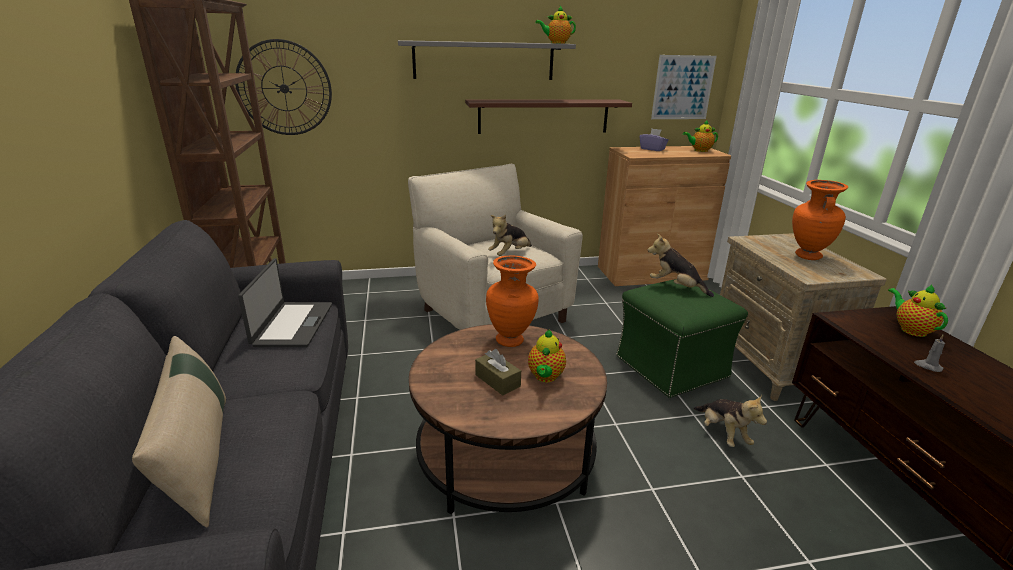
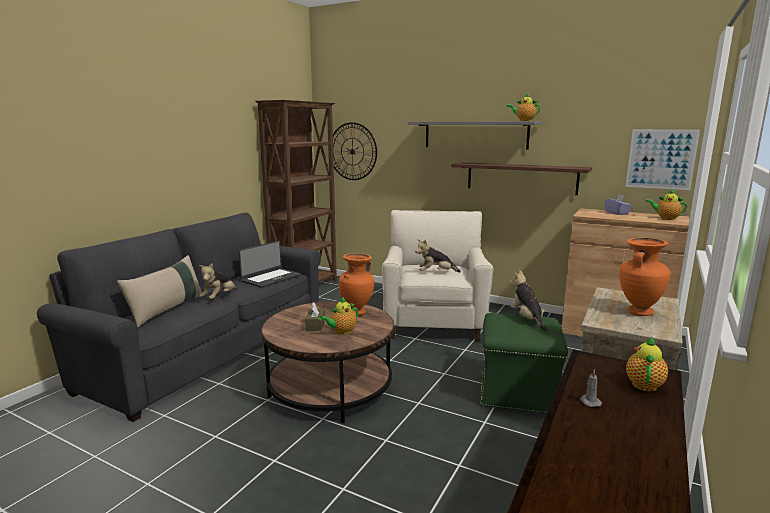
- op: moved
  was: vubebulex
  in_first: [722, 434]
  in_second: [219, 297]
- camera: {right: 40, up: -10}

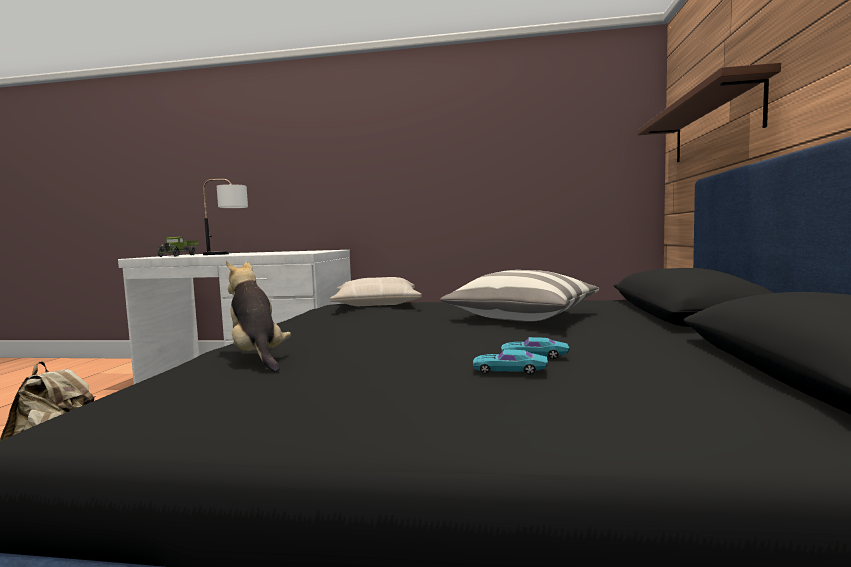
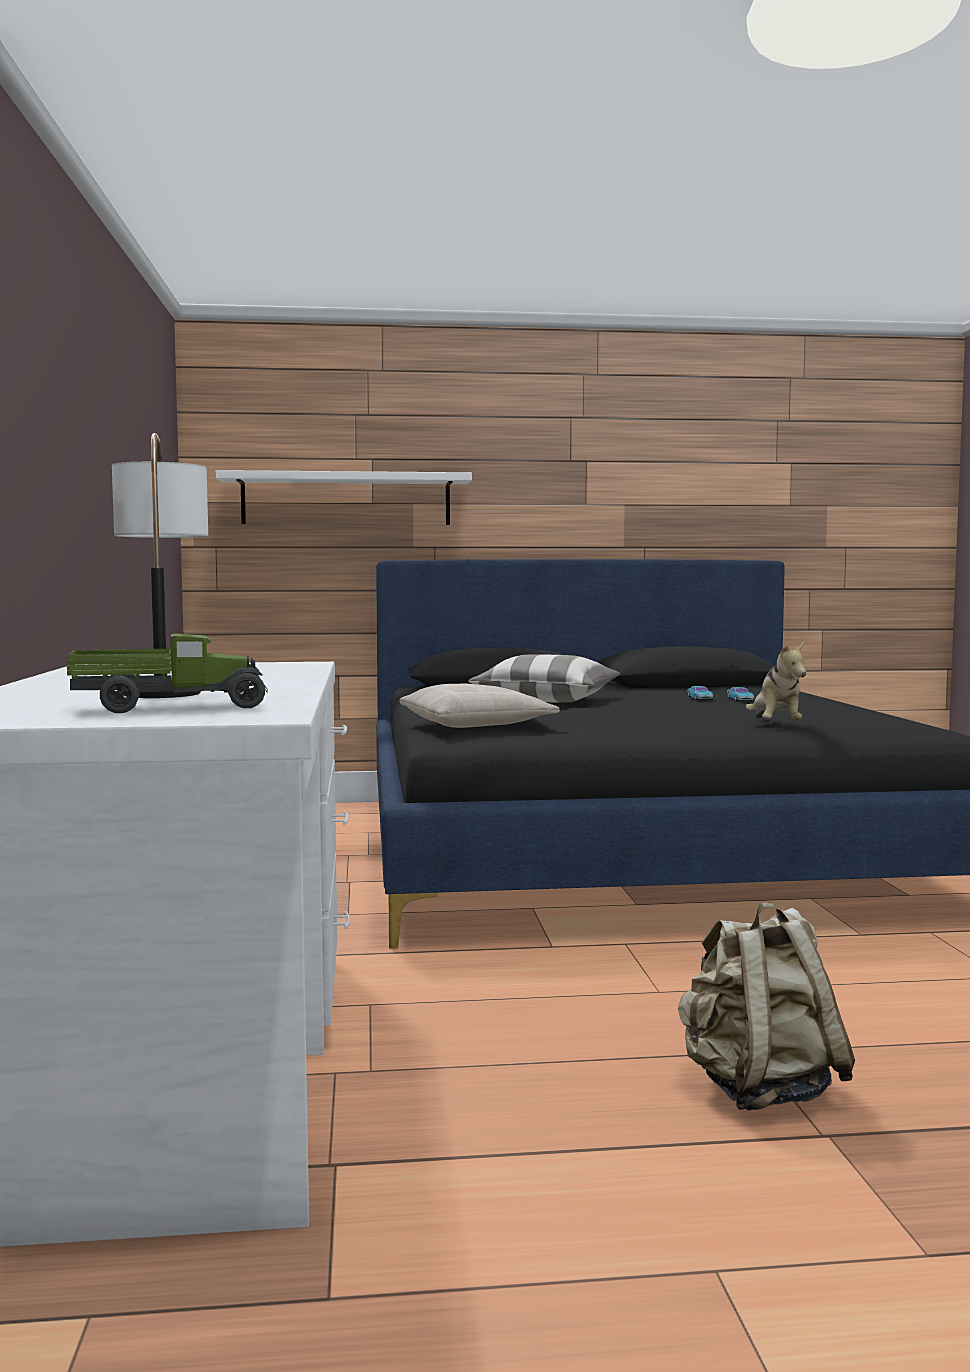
- op: recoloured
  was: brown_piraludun
  now: white_piraludun
  in_first: [714, 125]
  in_second: [346, 500]
- op: turned
  was: vubebulex
  in_first: [257, 357]
  in_second: [775, 726]
  clockwise: -45
- camera: {right: -105, up: 0}

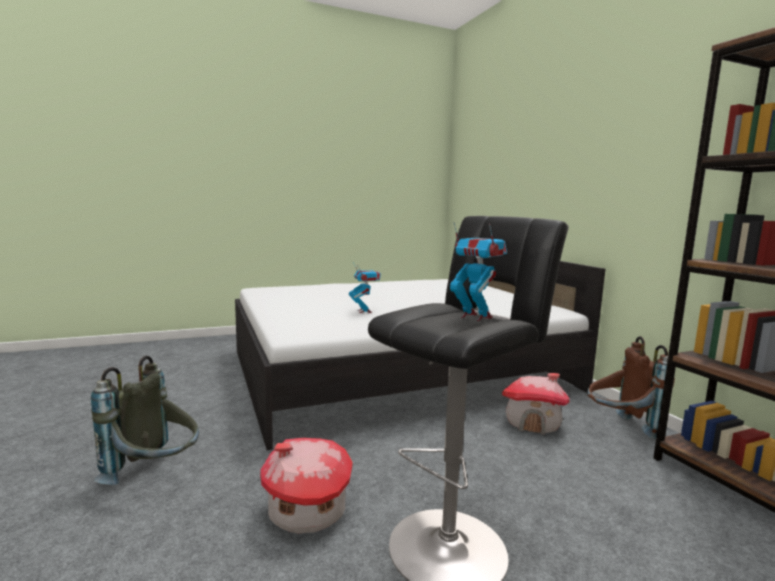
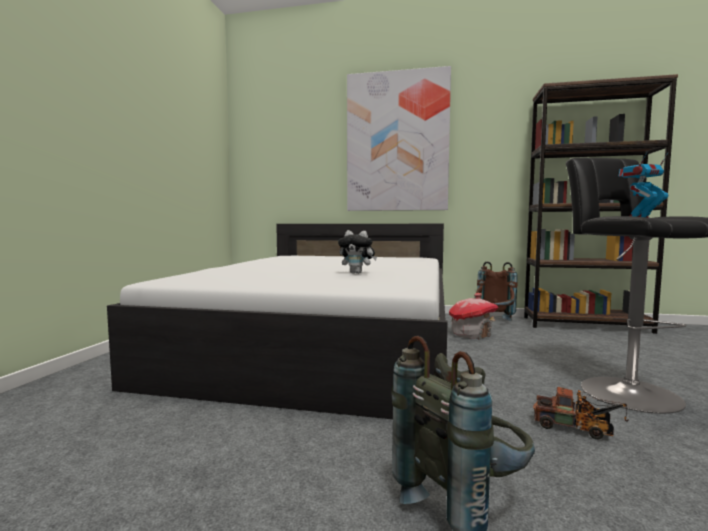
- op: replaced
  was: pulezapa
  now: vubebulex
  in_first: [364, 311]
  in_second: [357, 273]
- op: replaced
  was: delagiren
  now: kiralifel
  in_first: [306, 513]
  in_second: [577, 428]
- op: added
  now: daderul
  in_second: [397, 142]
- camera: {right: -55, up: -5}

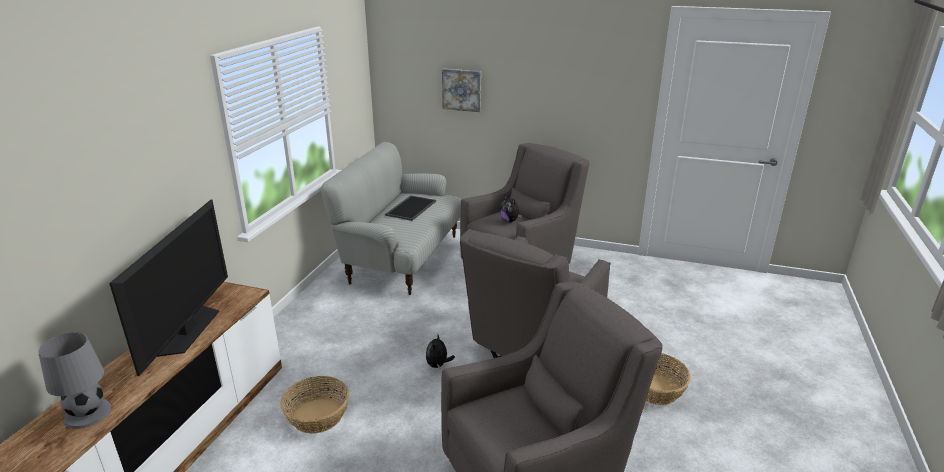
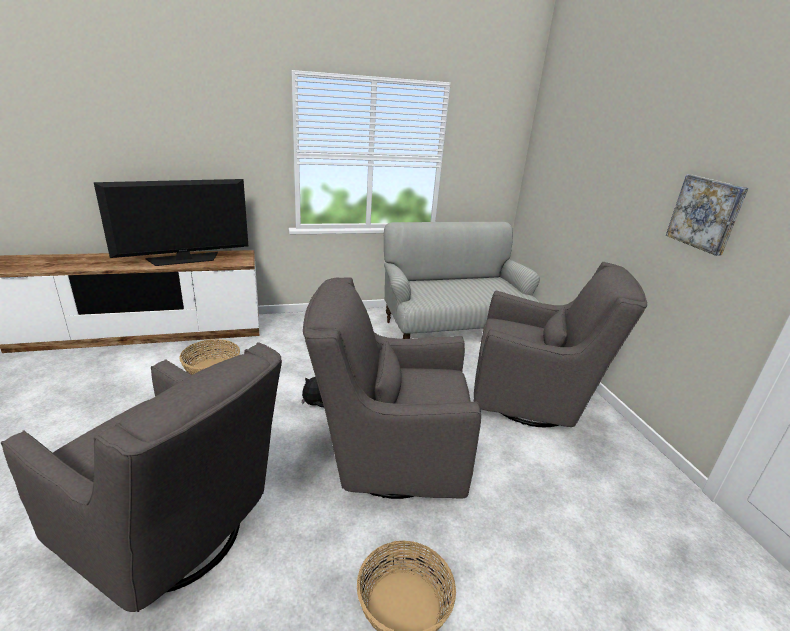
- op: moved
  was: daderul
  in_first: [462, 89]
  in_second: [706, 213]
- op: removed
  was: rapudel
  in_first: [410, 208]
- op: removed
  was: vubebulex
  in_first: [510, 221]
- op: removed
  was: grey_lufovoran
  in_first: [88, 413]
- camera: {right: 55, up: 0}

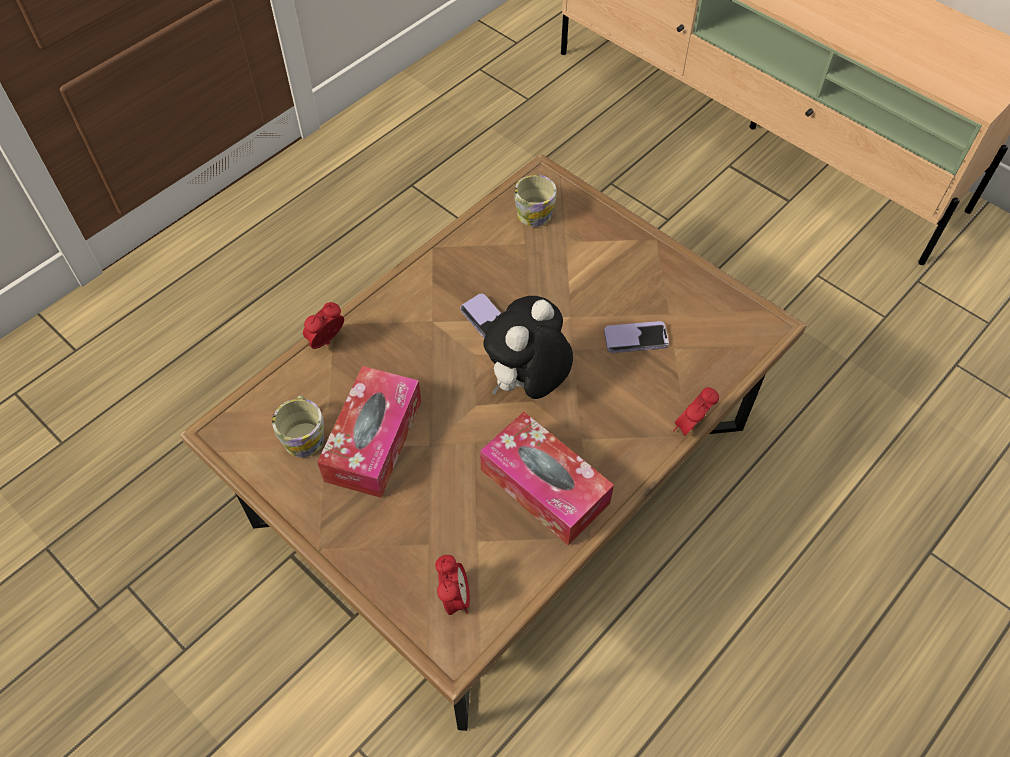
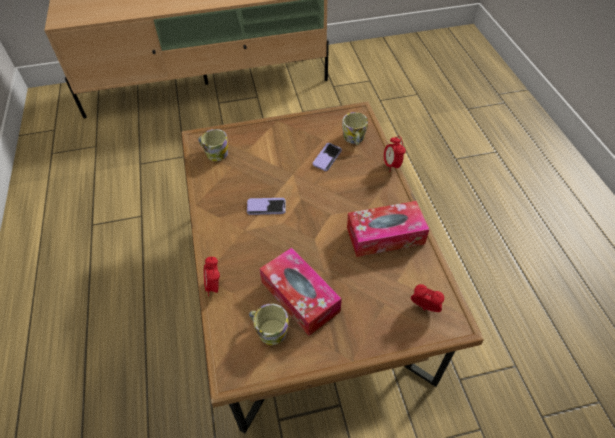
- op: removed
  was: vubebulex
  in_first: [527, 383]
- op: added
  now: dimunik
  in_second: [354, 139]
- camera: {right: -55, up: -5}

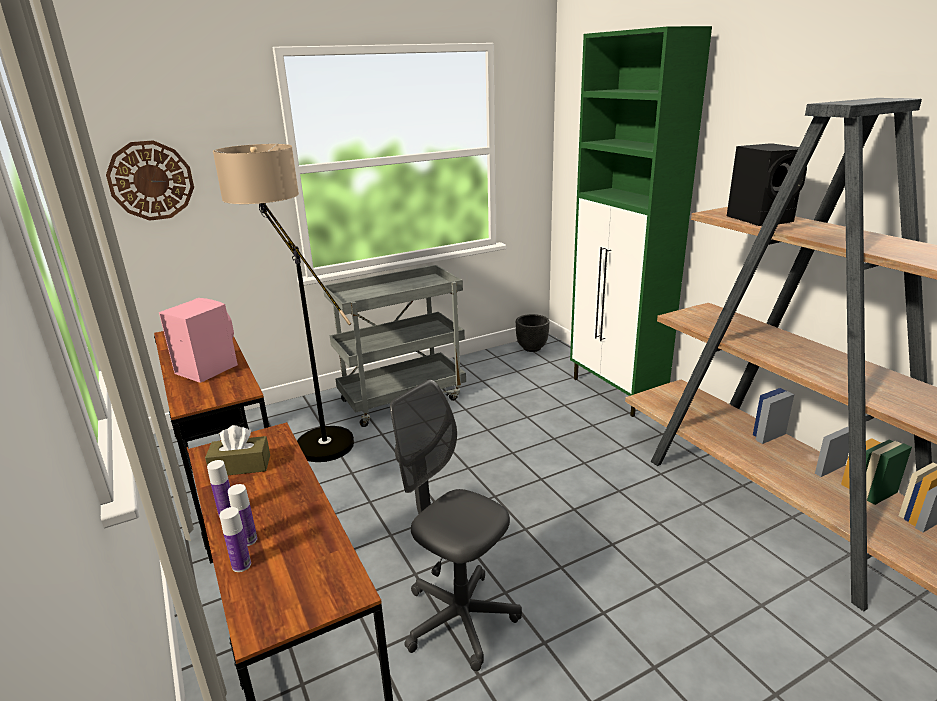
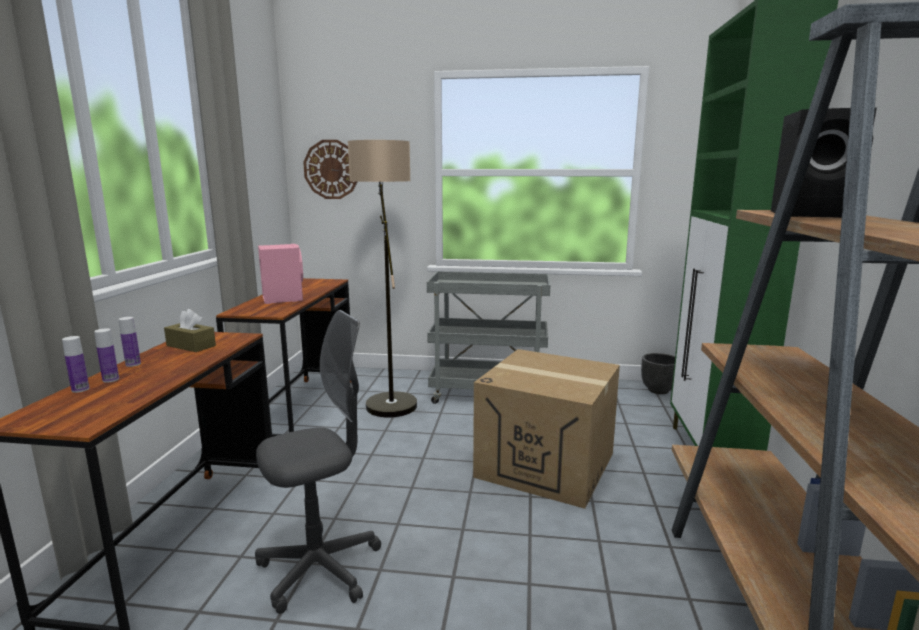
- op: turned
  was: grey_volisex
  in_first: [459, 619]
  in_second: [320, 569]
  clockwise: 75
- op: added
  now: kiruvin
  in_second: [546, 464]
- camera: {right: 35, up: -10}

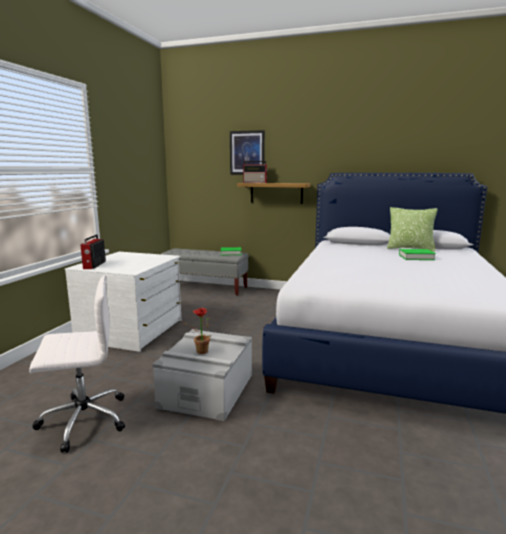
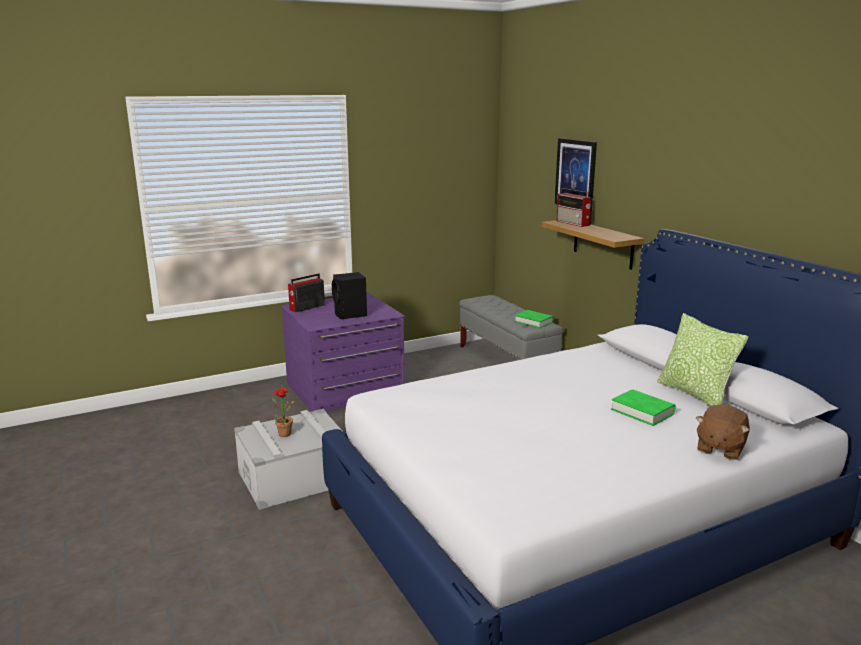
- op: recoloured
  was: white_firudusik
  now: purple_firudusik
  in_first: [132, 330]
  in_second: [345, 390]
- op: removed
  was: white_volisex
  in_first: [82, 420]
- op: added
  now: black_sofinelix
  in_second: [350, 315]
- op: added
  now: brown_vubebulex
  in_second: [719, 448]
- camera: {right: 45, up: 5}

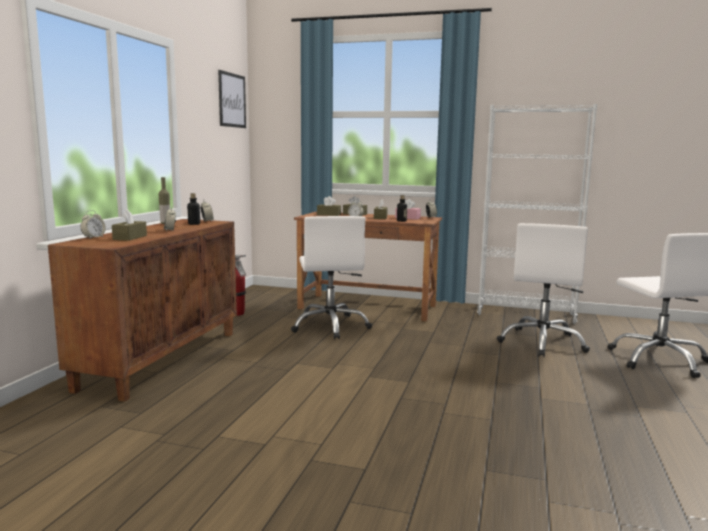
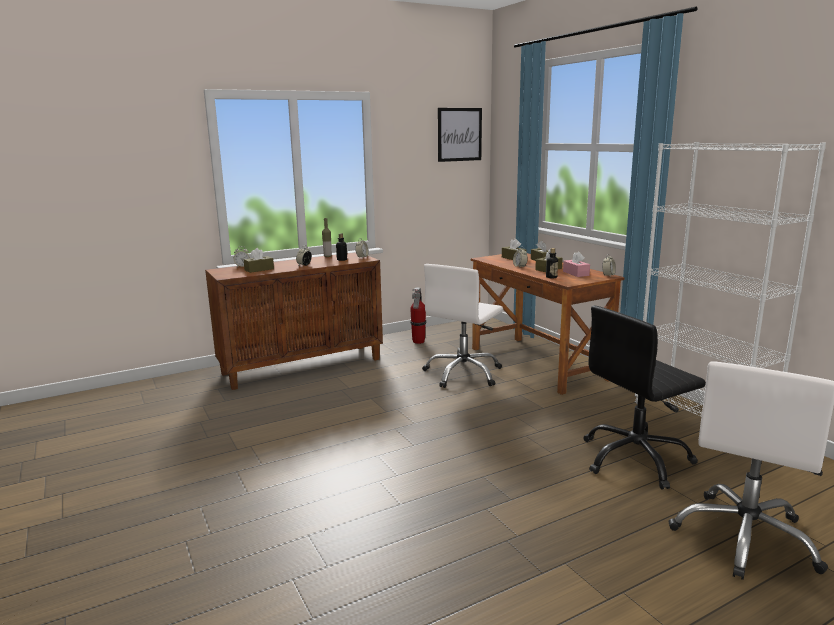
- op: recoloured
  was: white_volisex
  now: black_volisex
  in_first: [542, 342]
  in_second: [635, 459]
- camera: {right: 45, up: 5}

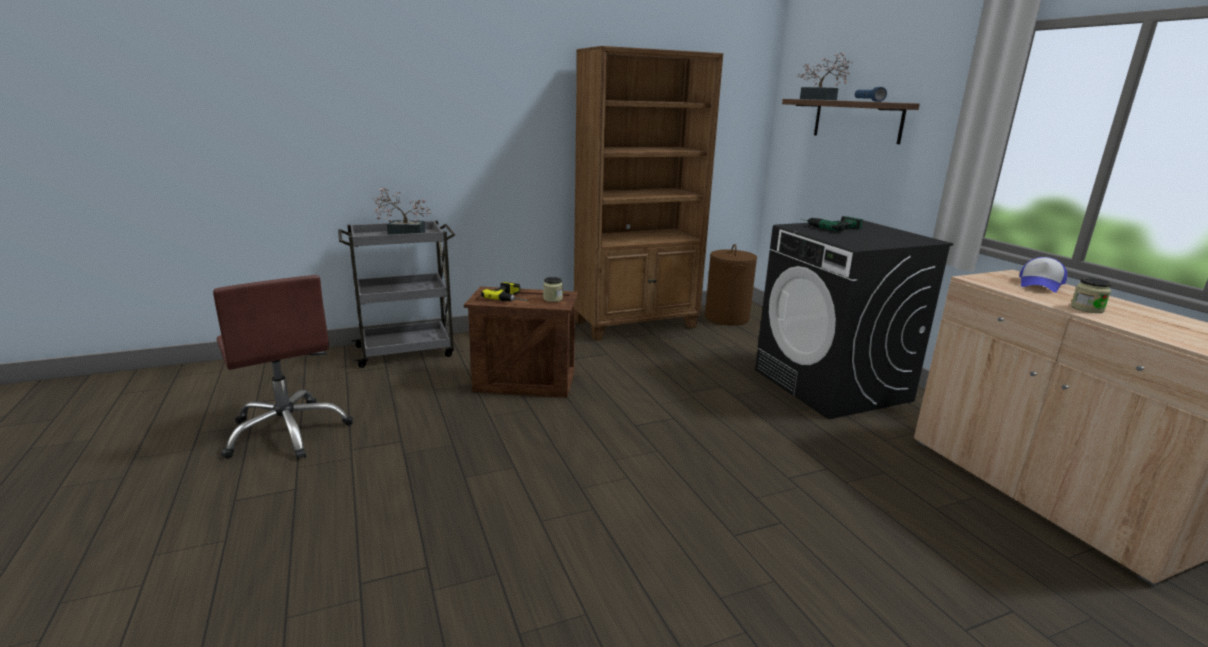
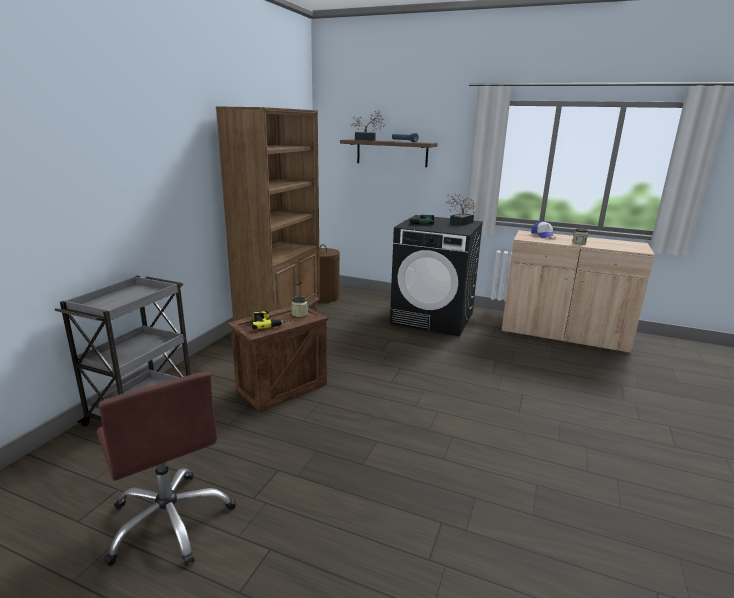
- op: moved
  was: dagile
  in_first: [402, 234]
  in_second: [459, 223]
- op: turned
  was: brown_volisex
  in_first: [288, 432]
  in_second: [170, 520]
  clockwise: 45
- camera: {right: -45, up: 0}

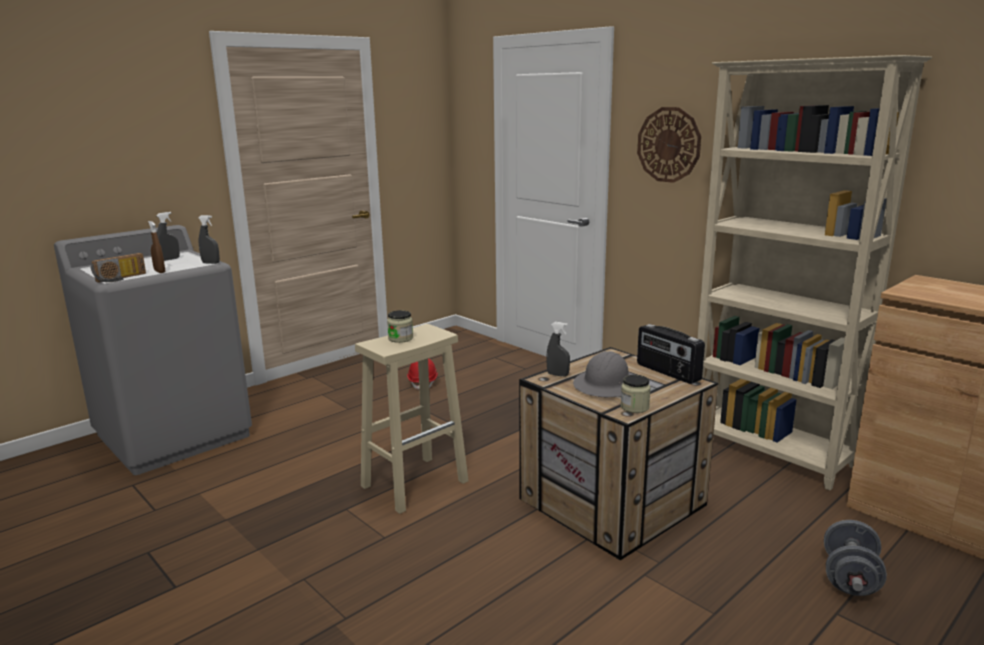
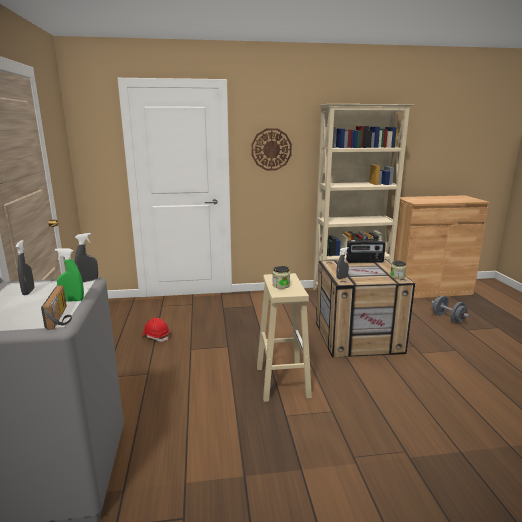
- op: recoloured
  was: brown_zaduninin
  now: green_zaduninin
  in_first: [159, 271]
  in_second: [72, 300]
- op: removed
  was: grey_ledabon
  in_first: [607, 385]
- camera: {right: -55, up: 0}

